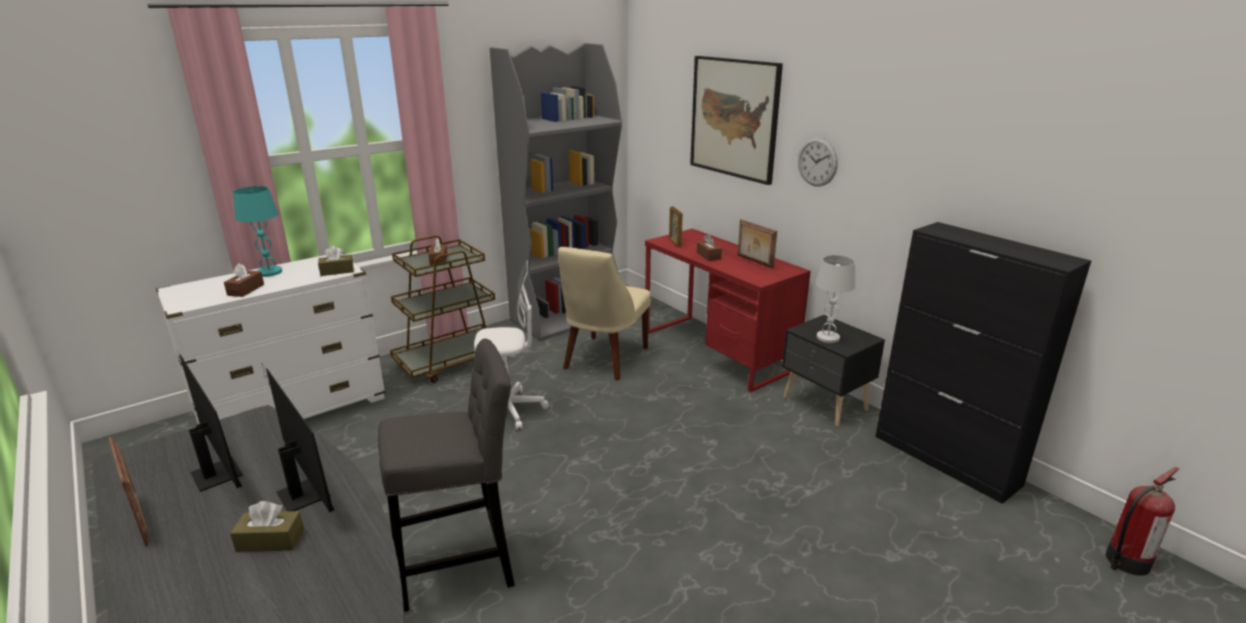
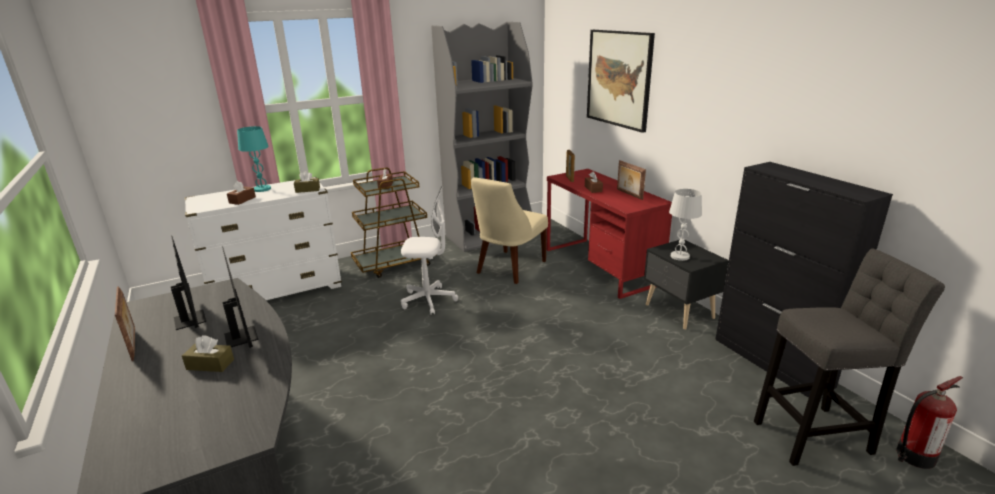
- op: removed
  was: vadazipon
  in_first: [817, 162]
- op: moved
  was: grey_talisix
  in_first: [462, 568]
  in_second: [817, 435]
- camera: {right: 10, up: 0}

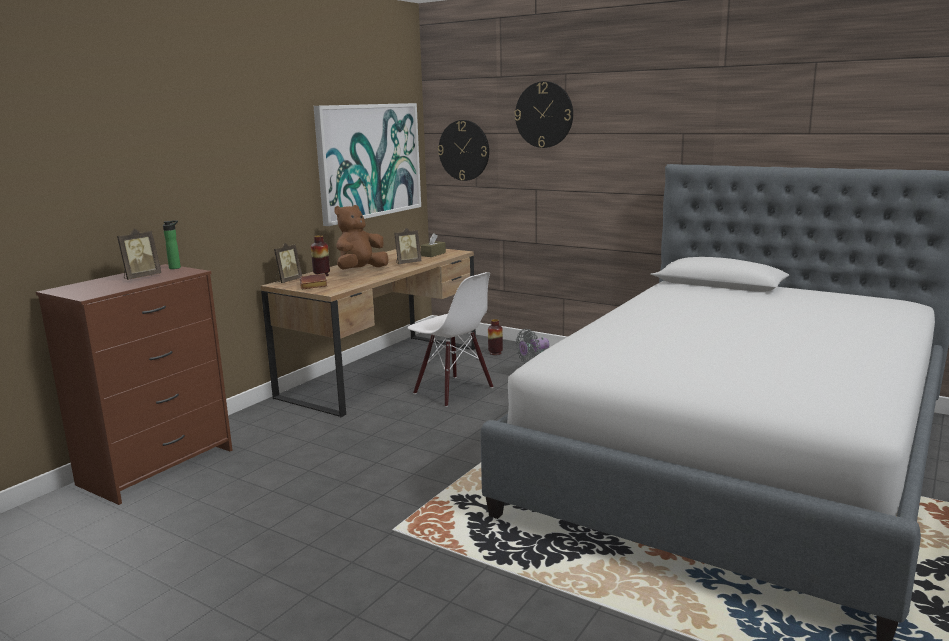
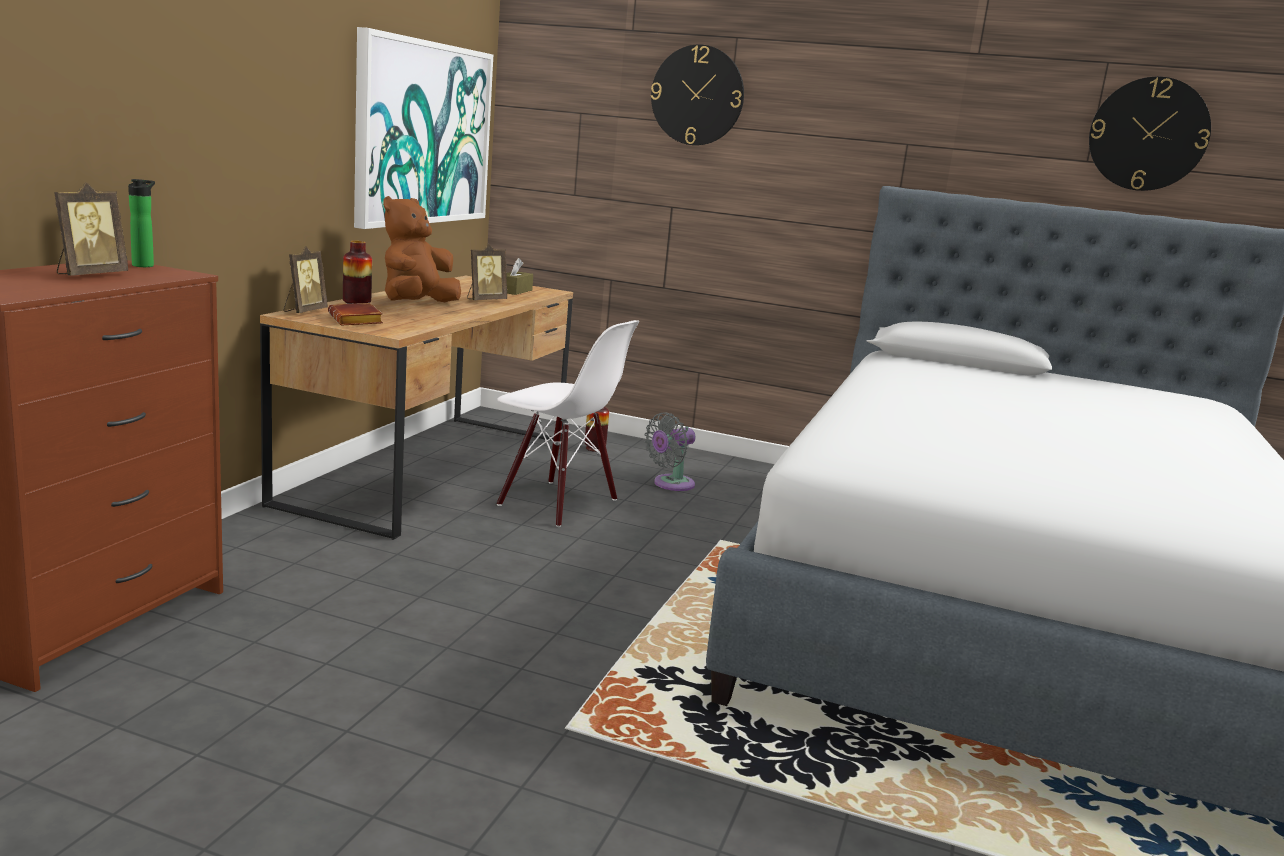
- op: moved
  was: vadazipon
  in_first: [464, 150]
  in_second: [1148, 134]
- camera: {right: -15, up: 0}

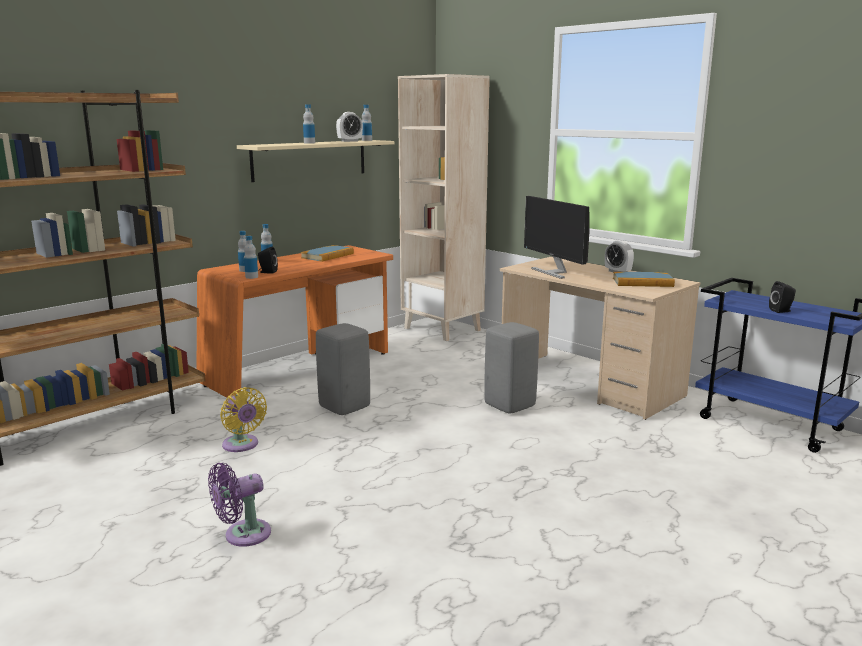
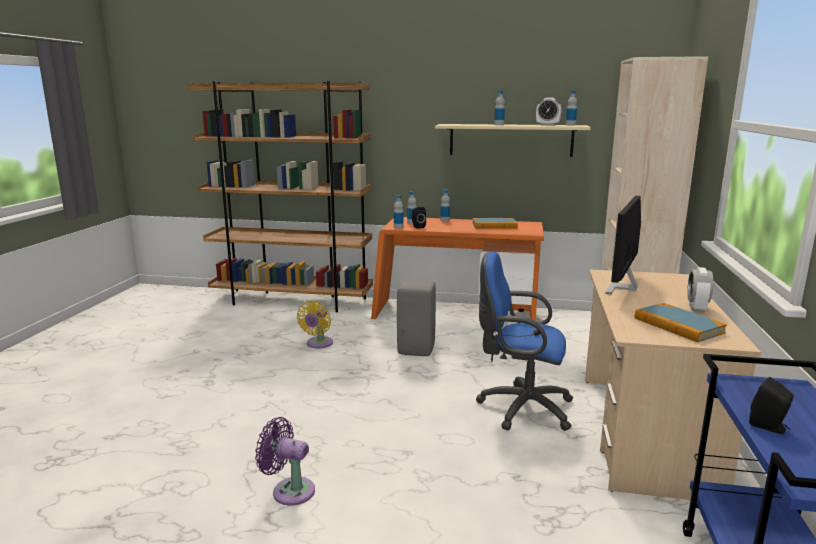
- op: replaced
  was: grey_talisix
  now: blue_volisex
  in_first: [508, 405]
  in_second: [520, 408]
- op: moved
  was: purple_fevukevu
  in_first: [243, 535]
  in_second: [289, 490]
- camera: {right: 55, up: 0}

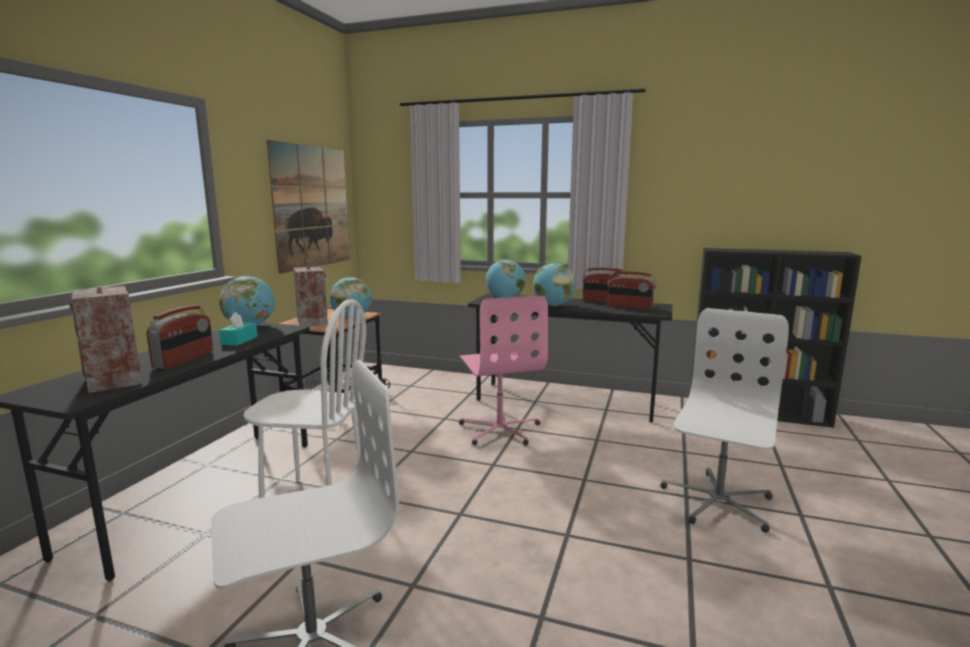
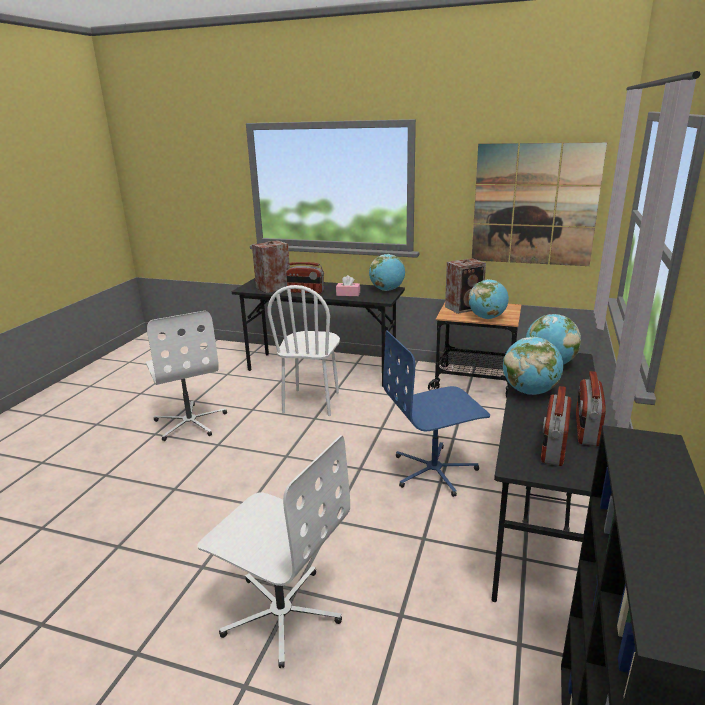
- op: recoloured
  was: pink_volisex
  now: blue_volisex
  in_first: [500, 429]
  in_second: [434, 471]
- op: recoloured
  was: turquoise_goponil
  now: pink_goponil
  in_first: [239, 340]
  in_second: [348, 294]
- camera: {right: 90, up: 10}

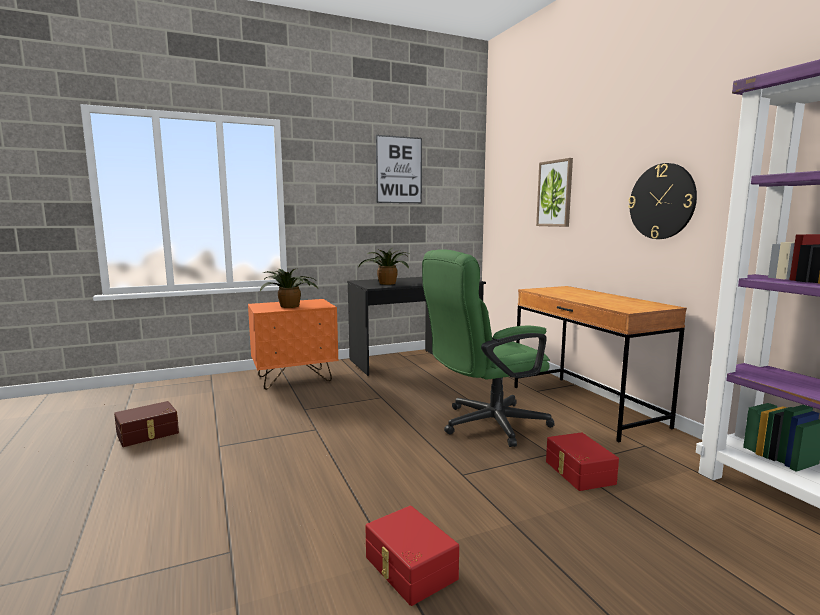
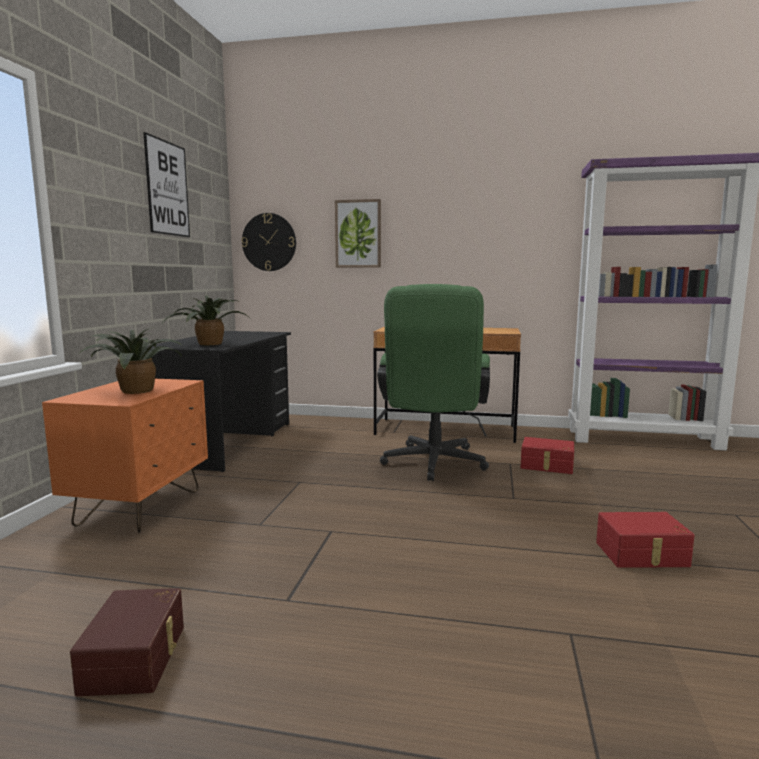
- op: moved
  was: vadazipon
  in_first: [662, 201]
  in_second: [269, 242]
- camera: {right: -55, up: 0}

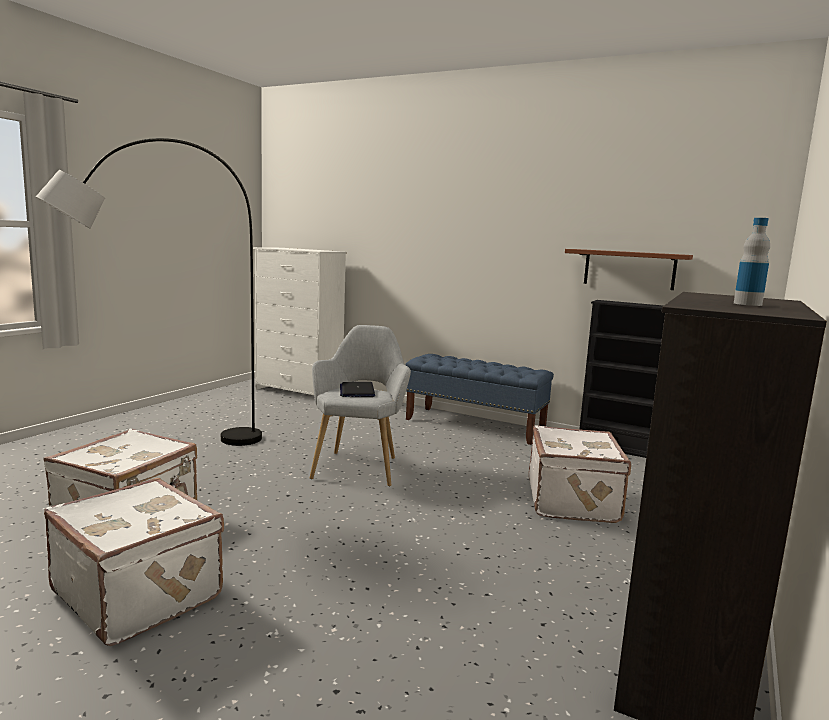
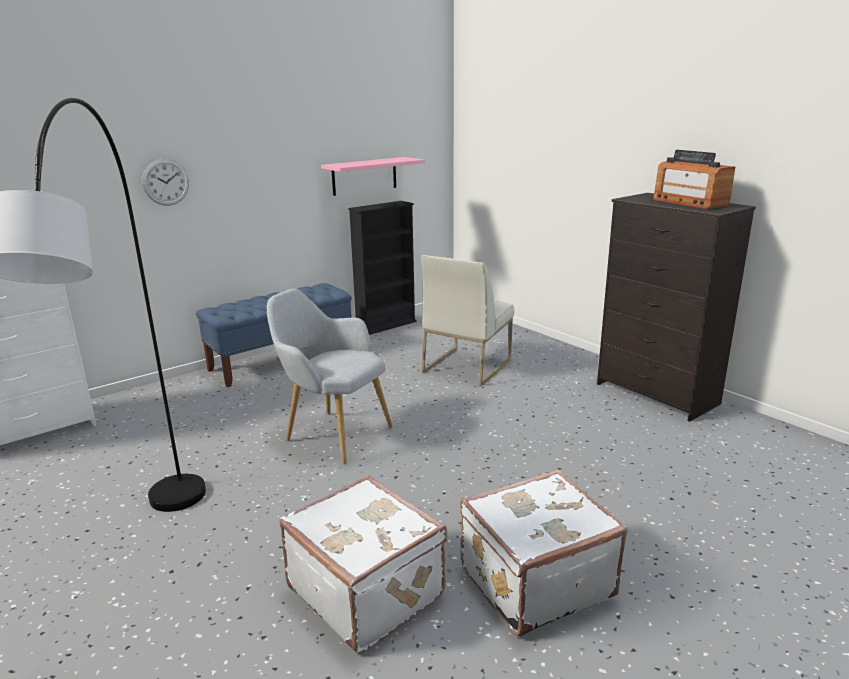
- op: replaced
  was: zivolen
  now: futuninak
  in_first: [747, 304]
  in_second: [689, 202]
- op: recoloured
  was: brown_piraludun
  now: pink_piraludun
  in_first: [629, 269]
  in_second: [364, 176]
- op: removed
  was: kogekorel
  in_first: [357, 391]
- op: replaced
  was: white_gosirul
  now: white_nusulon
  in_first: [574, 501]
  in_second: [467, 366]
- op: added
  now: vadazipon
  in_second: [166, 182]
- camera: {right: -65, up: 10}

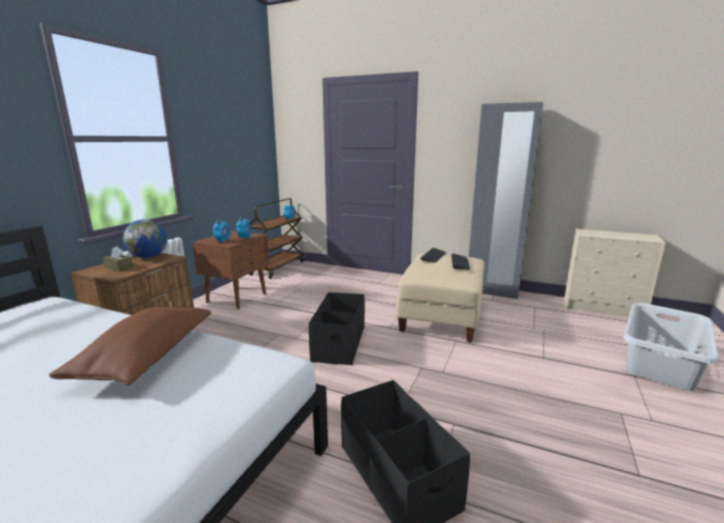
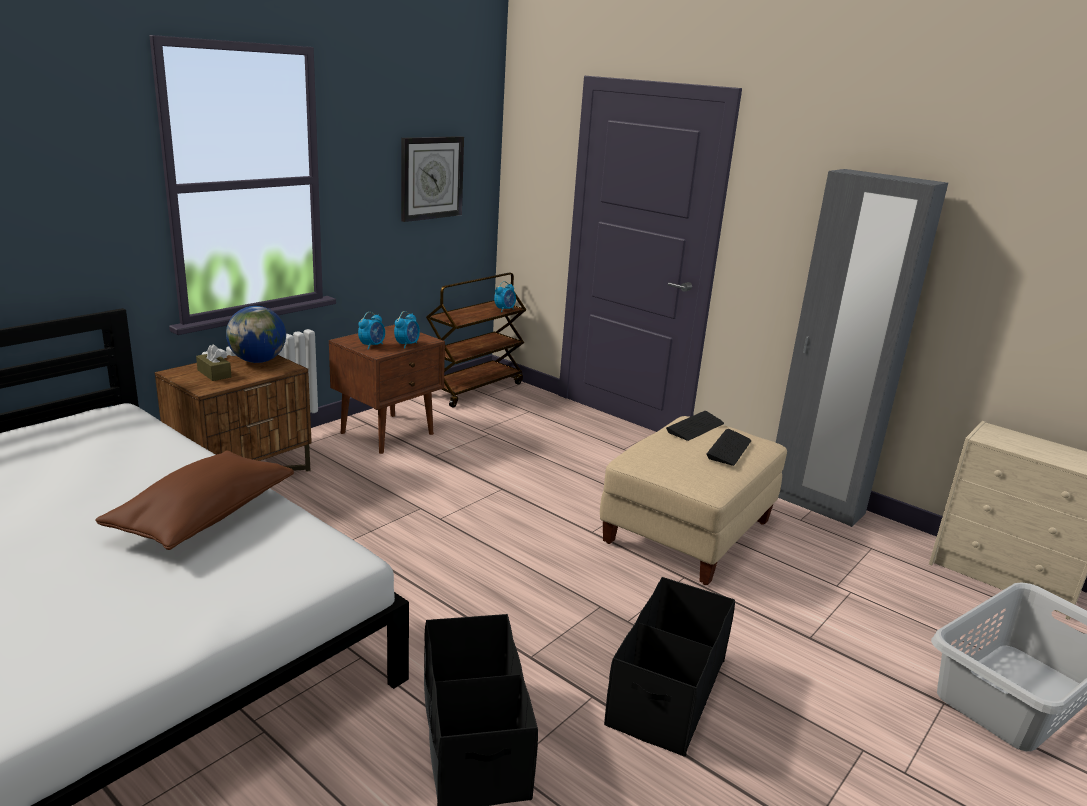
- op: moved
  was: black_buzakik
  in_first: [338, 344]
  in_second: [666, 692]
- op: added
  now: vadazipon
  in_second: [431, 178]
- camera: {right: 15, up: 5}

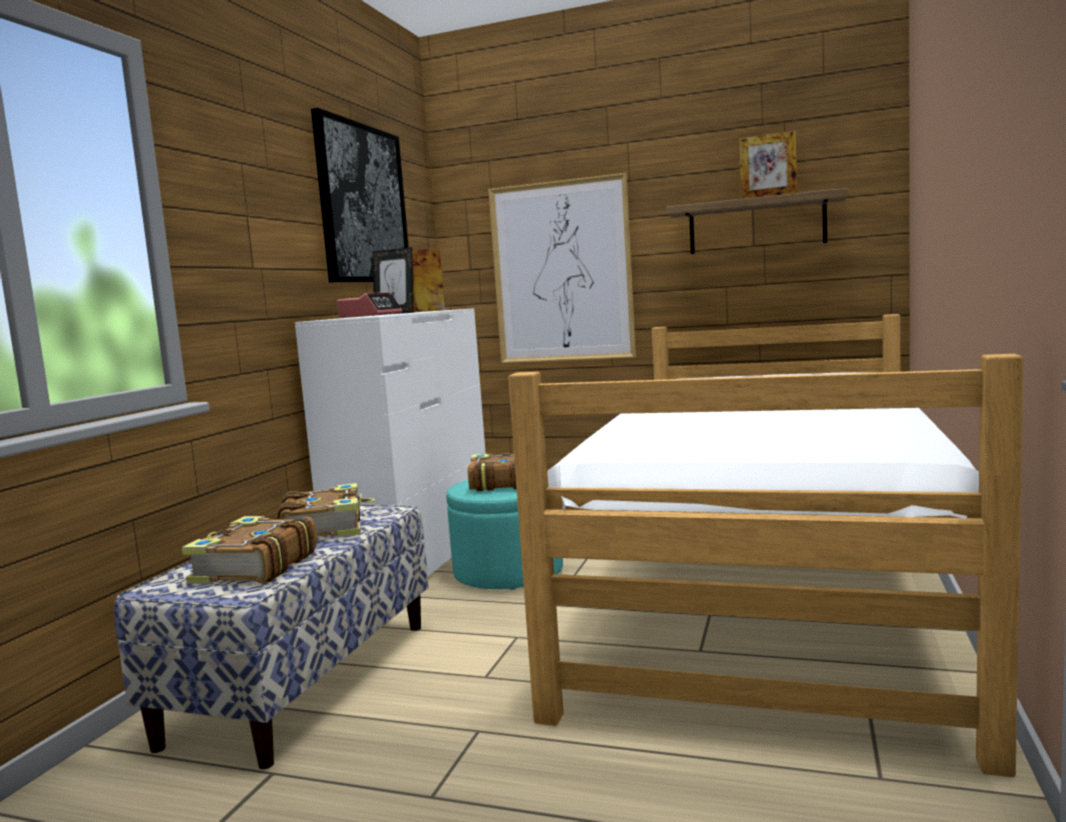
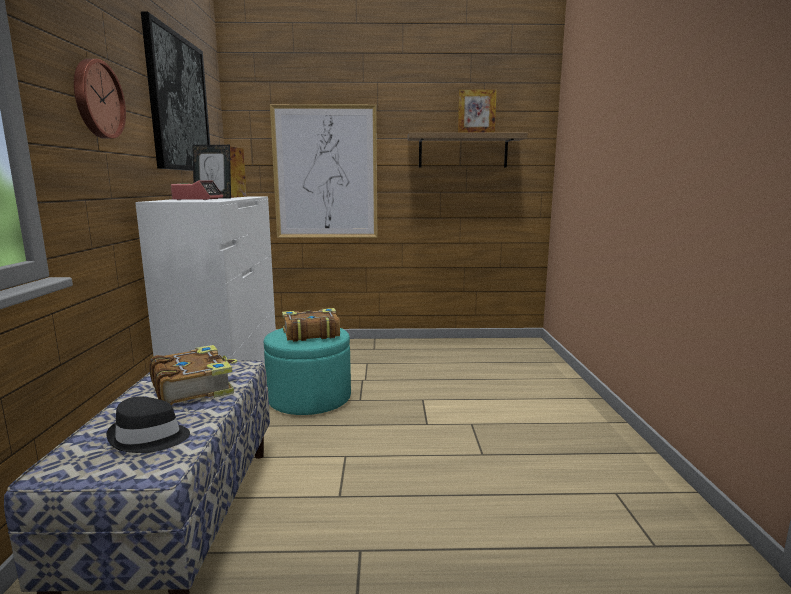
- op: removed
  was: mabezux
  in_first: [769, 588]
- op: replaced
  was: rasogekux
  now: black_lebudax
  in_first: [253, 568]
  in_second: [149, 438]
- op: added
  now: vadazipon
  in_second: [97, 99]
- camera: {right: -20, up: 5}

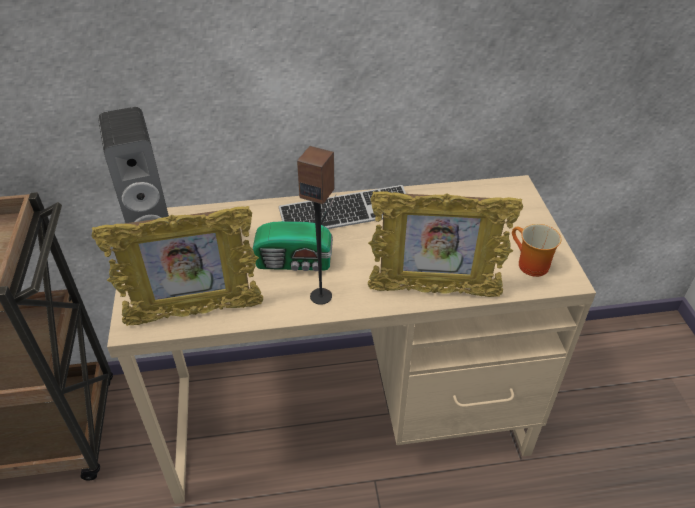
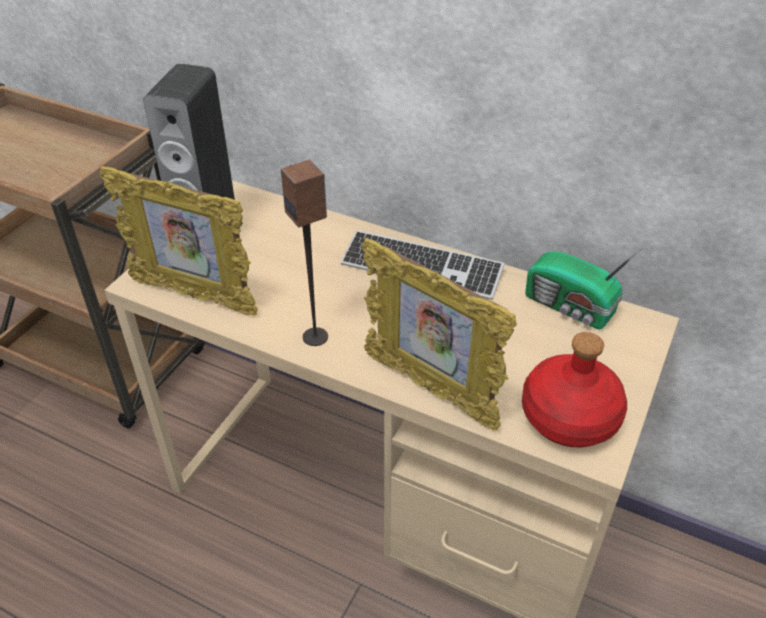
- op: moved
  was: futuninak
  in_first: [296, 262]
  in_second: [570, 307]
- op: replaced
  was: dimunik
  now: red_zivolen
  in_first: [528, 265]
  in_second: [568, 417]
- camera: {right: 35, up: 0}

